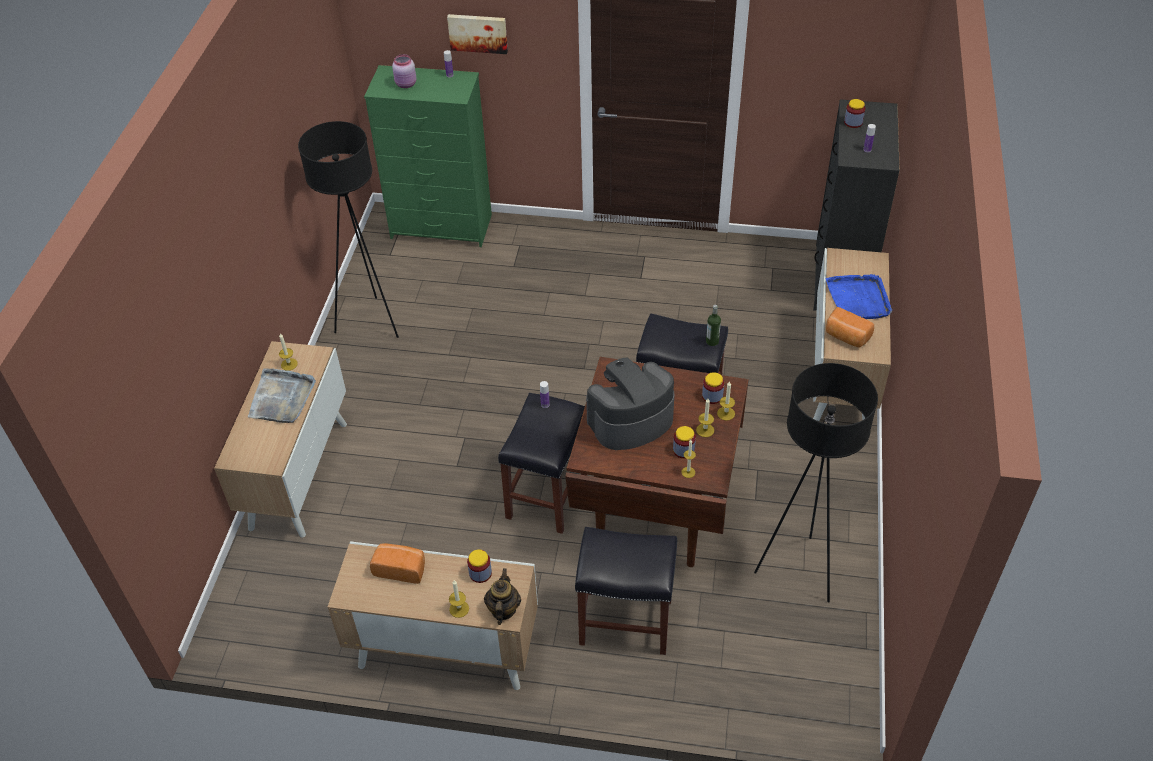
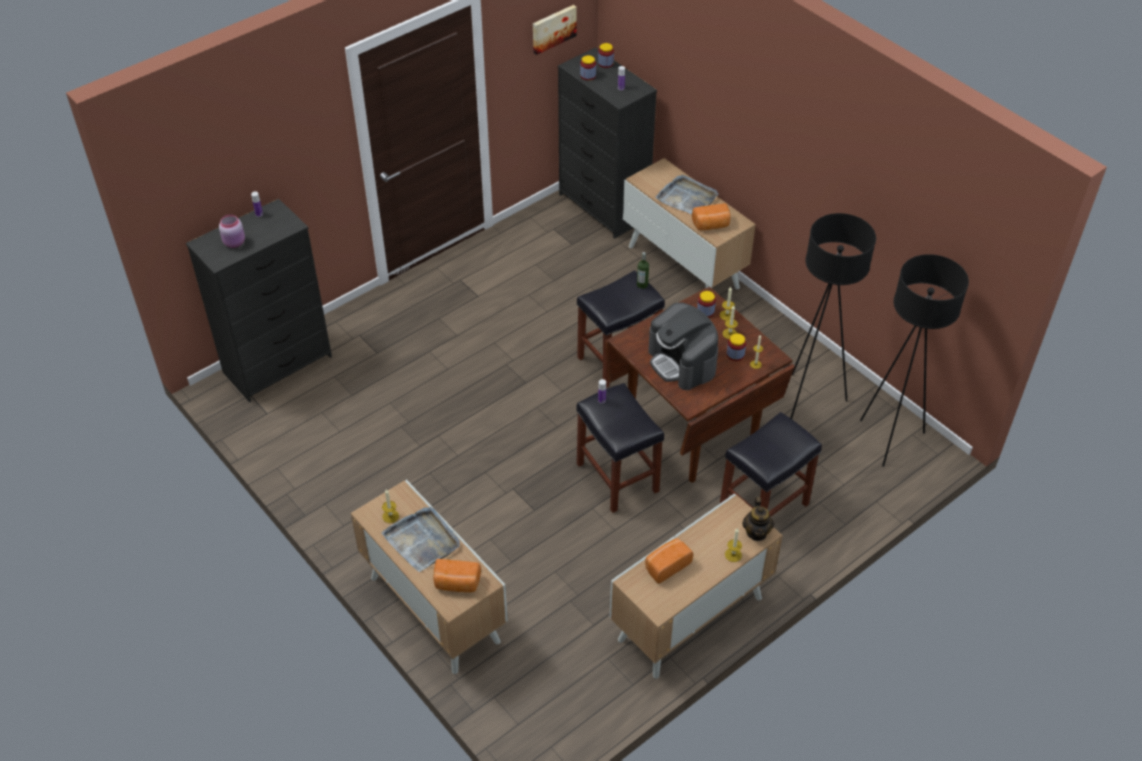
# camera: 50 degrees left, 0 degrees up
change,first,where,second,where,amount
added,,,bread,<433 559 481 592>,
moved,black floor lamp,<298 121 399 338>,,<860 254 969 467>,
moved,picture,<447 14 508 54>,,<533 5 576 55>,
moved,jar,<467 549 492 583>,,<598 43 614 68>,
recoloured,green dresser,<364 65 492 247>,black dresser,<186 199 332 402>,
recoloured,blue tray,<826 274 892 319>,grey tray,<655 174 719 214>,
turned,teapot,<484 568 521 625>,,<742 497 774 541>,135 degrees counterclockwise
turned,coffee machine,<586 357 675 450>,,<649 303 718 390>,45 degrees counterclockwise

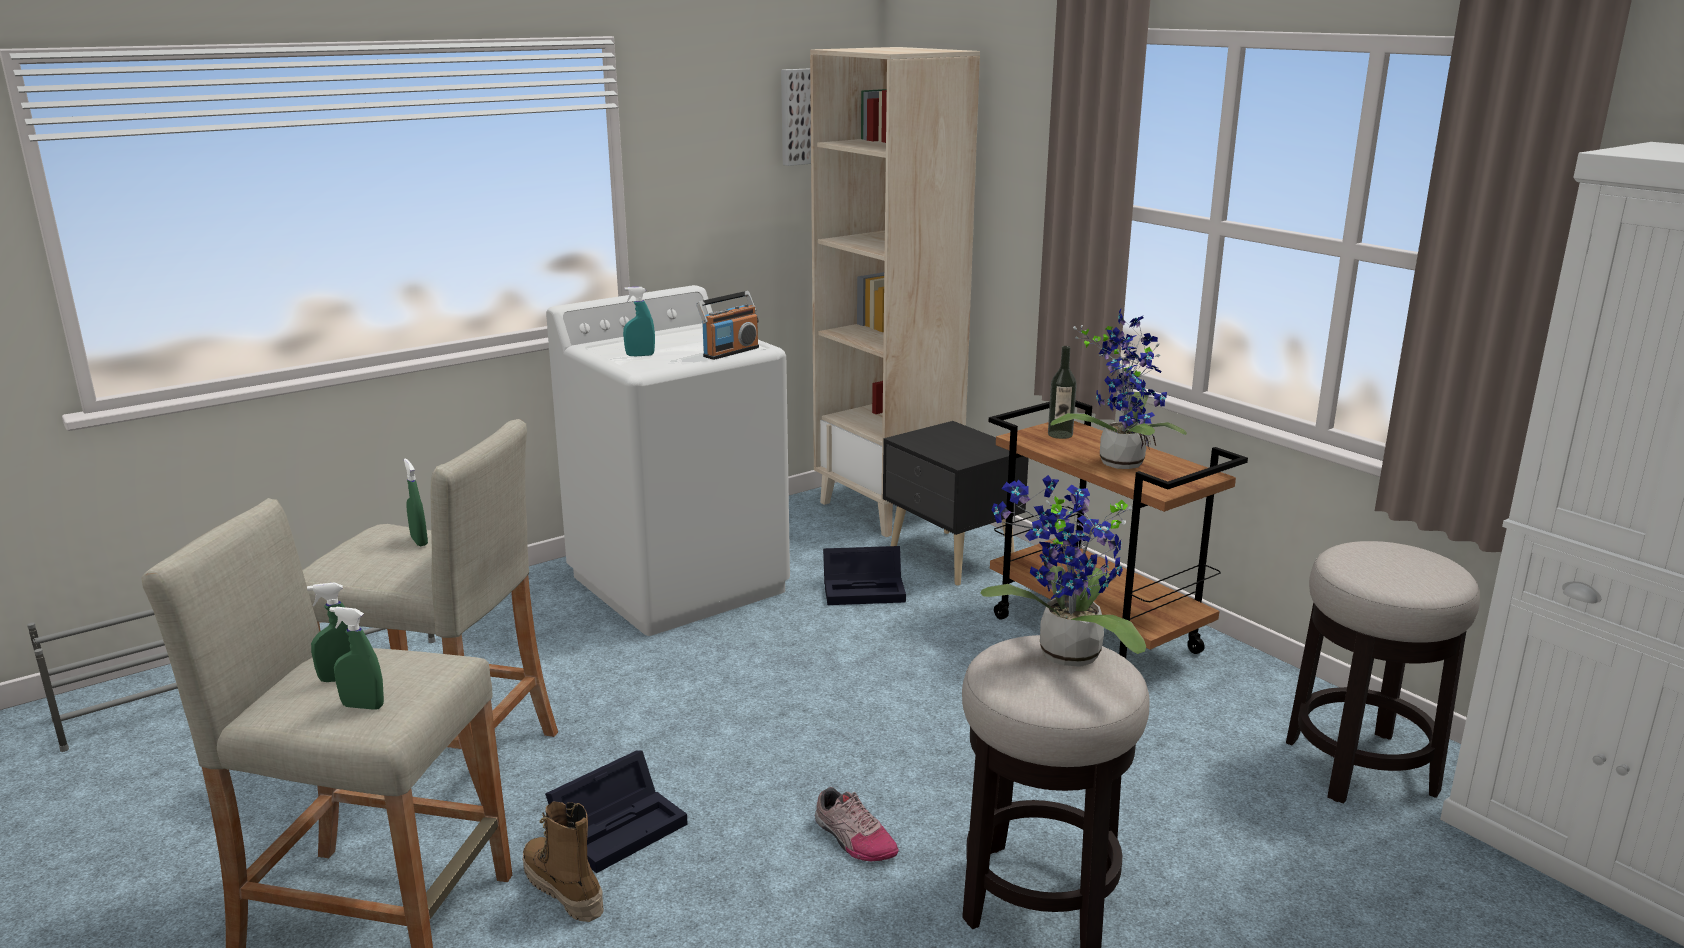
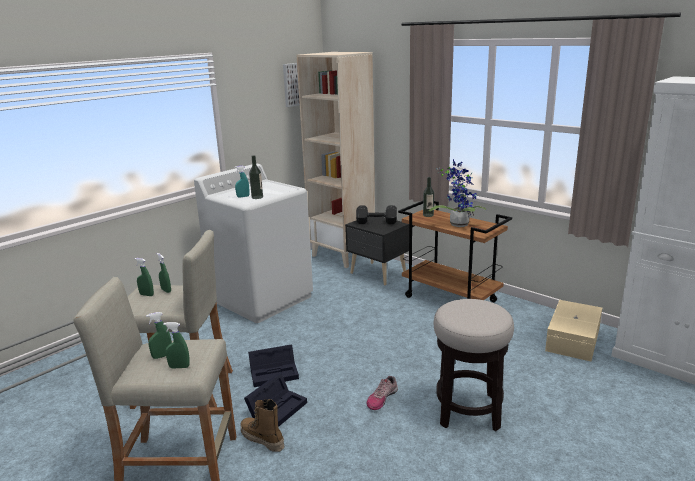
# camera: 10 degrees left, 0 degrees up
change,first,where,second,where,amount
removed,radio,<696 291 759 360>,,,
removed,potted plant,<980 475 1146 667>,,,
added,,,green spray bottle,<135 258 154 296>,
added,,,bottle,<249 155 263 199>,
added,,,black dumbbell,<356 205 397 224>,
moved,black storage box,<823 546 906 605>,,<248 344 299 387>,
replaced,stool,<1286 541 1480 804>,beige storage box,<545 300 602 361>,
turned,shoe,<815 787 899 861>,,<366 376 398 410>,90 degrees clockwise

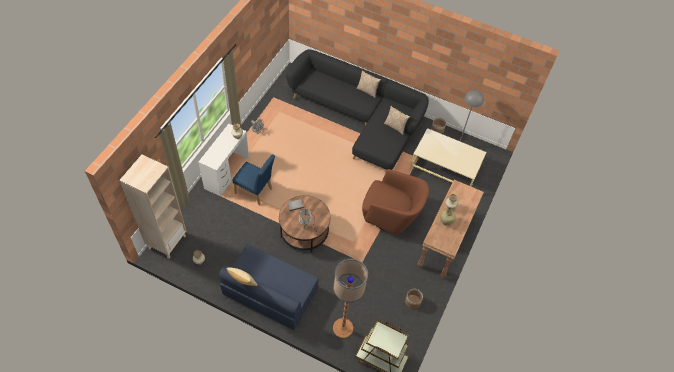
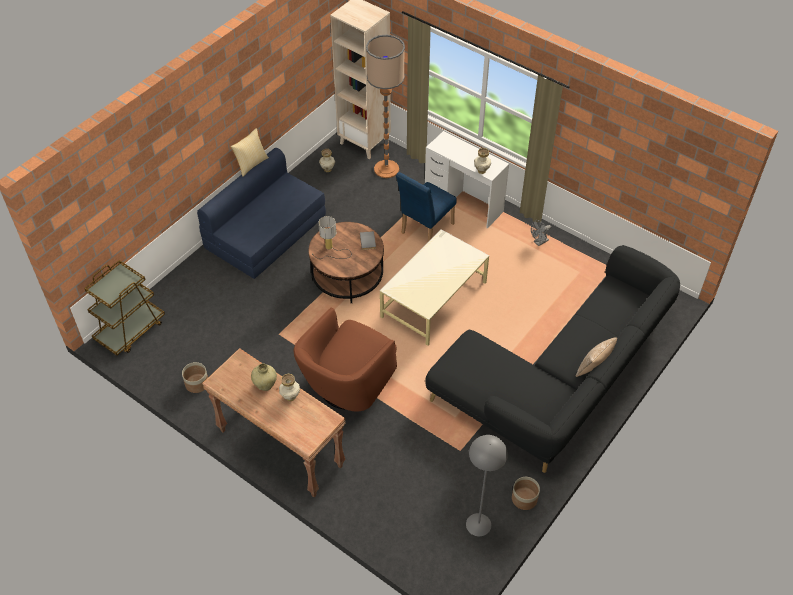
# camera: 105 degrees right, 5 degrees down
change,first,where,second,where,amount
removed,pillow,<384 106 410 135>,,,
moved,floor lamp,<333 259 368 338>,,<366 35 405 178>,
moved,coffee table,<410 128 486 186>,,<380 229 489 346>,

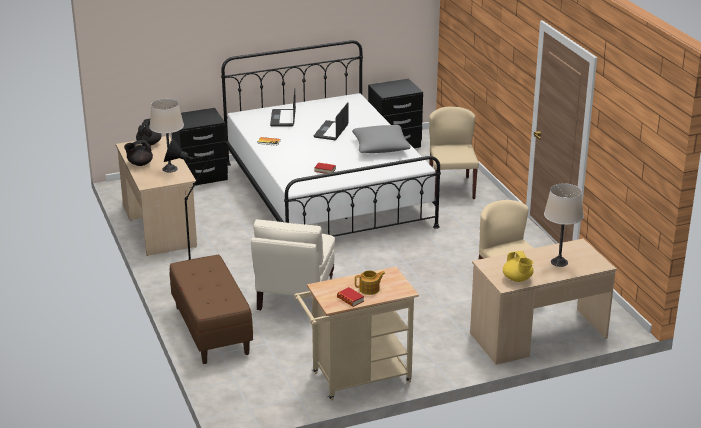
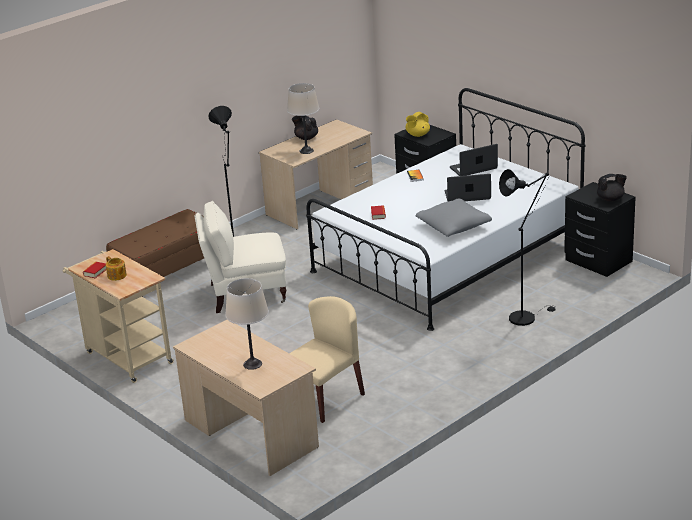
# camera: 70 degrees right, 0 degrees up
change,first,where,second,where,amount
moved,black teapot,<136 119 162 145>,,<597 174 627 202>,
moved,yellow teapot,<503 251 534 282>,,<406 112 430 137>,
replaced,beige chair,<429 107 479 199>,black floor lamp,<499 169 556 326>,

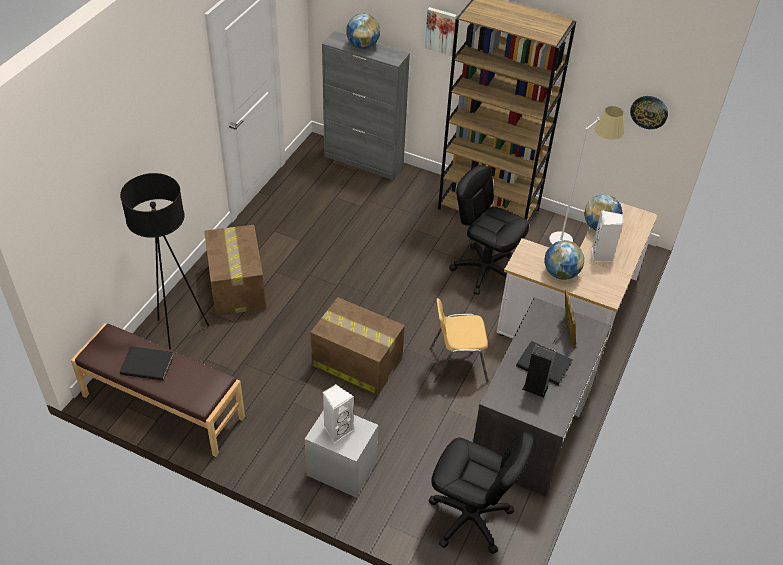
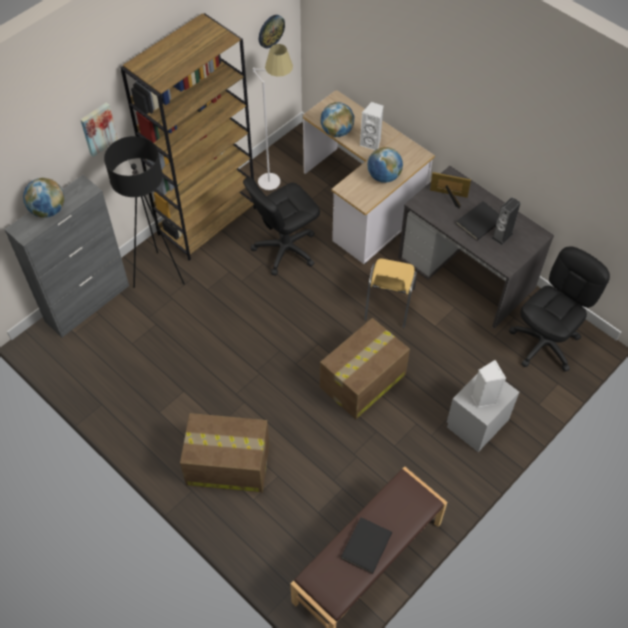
# camera: 70 degrees left, 10 degrees up
change,first,where,second,where,amount
moved,black floor lamp,<120 173 209 350>,,<104 136 185 288>,

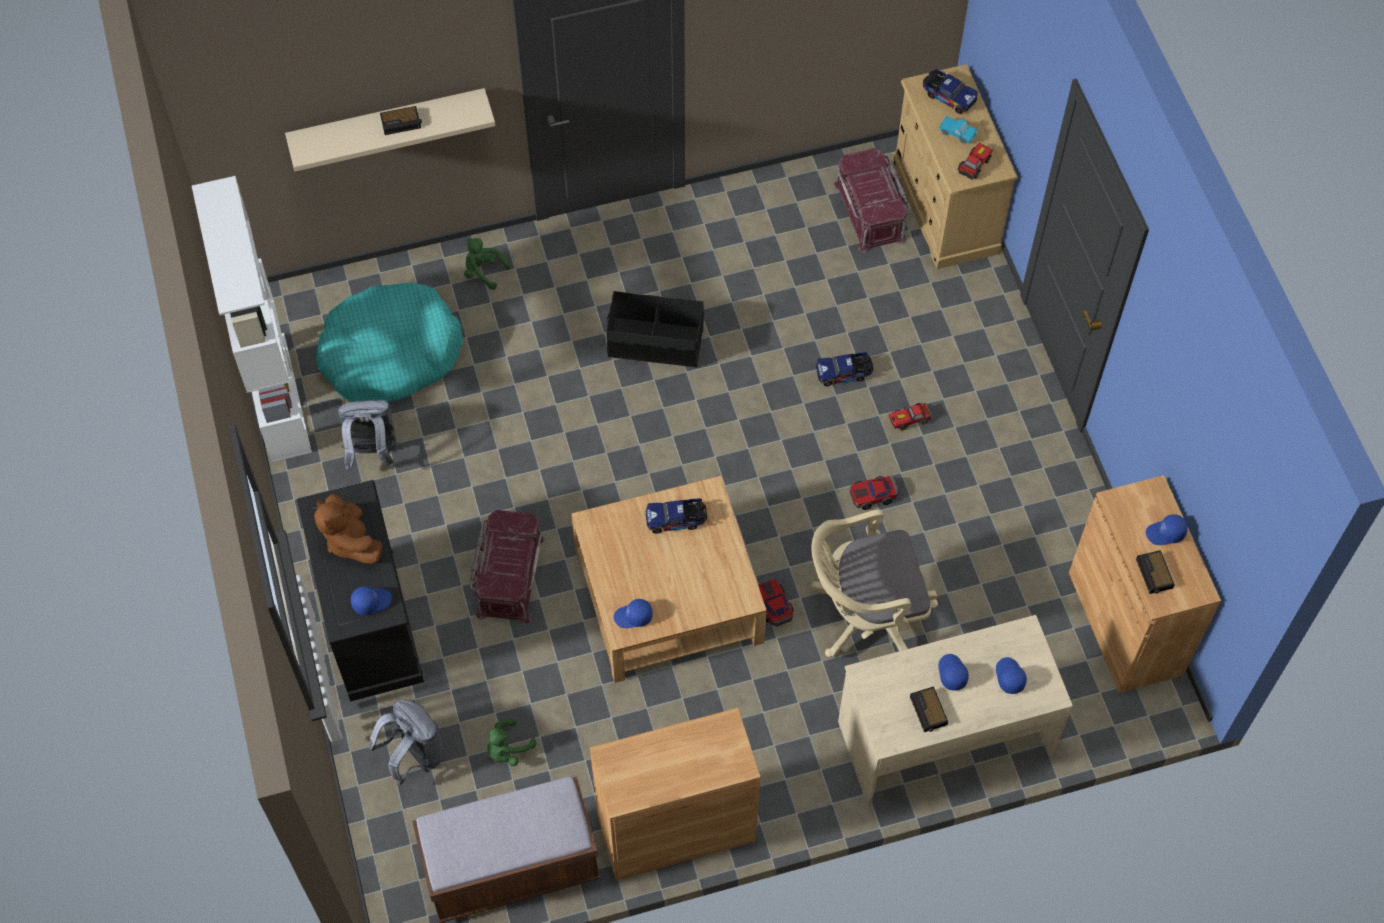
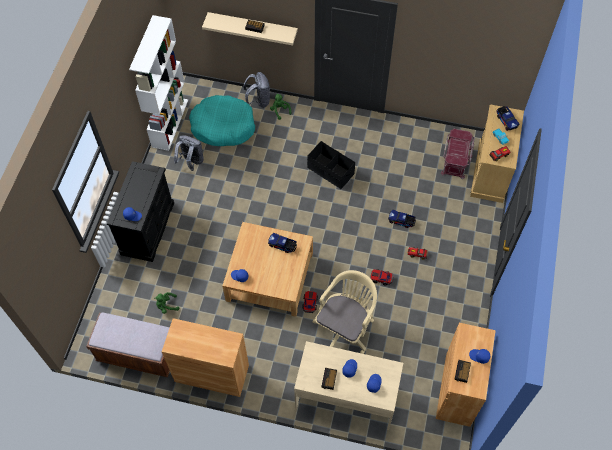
# camera: 30 degrees right, 0 degrees up
change,first,where,second,where,amount
removed,brown plush toy,<314 494 382 564>,,,
removed,red storage box,<470 510 545 625>,,,
moved,grey backpack,<369 699 443 785>,,<243 72 270 108>,
turned,beige office chair,<810 509 938 657>,,<313 270 377 354>,105 degrees clockwise

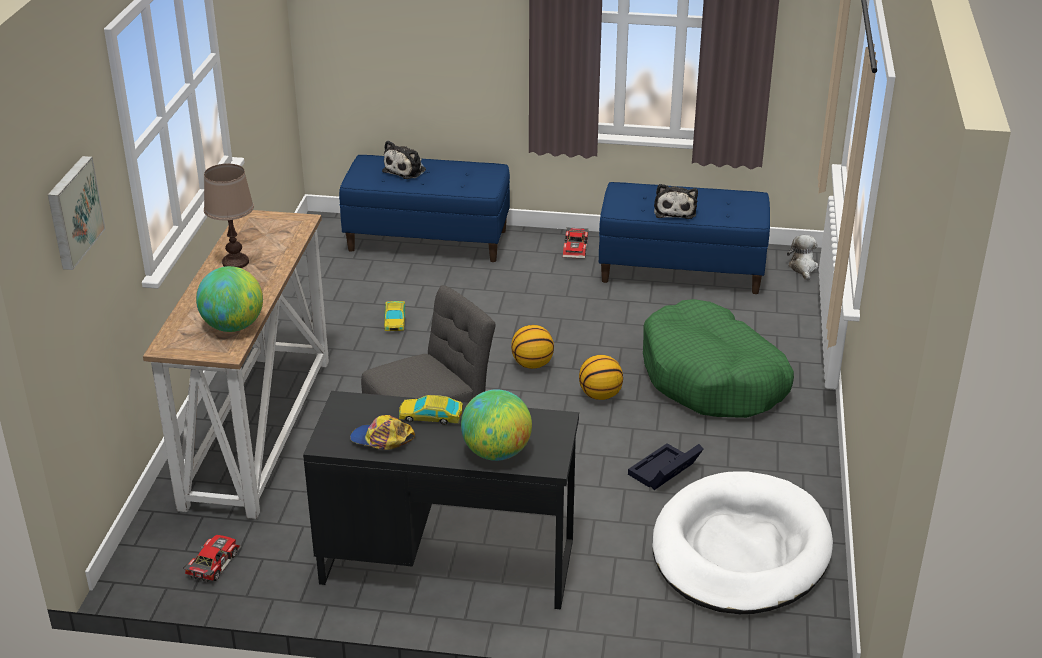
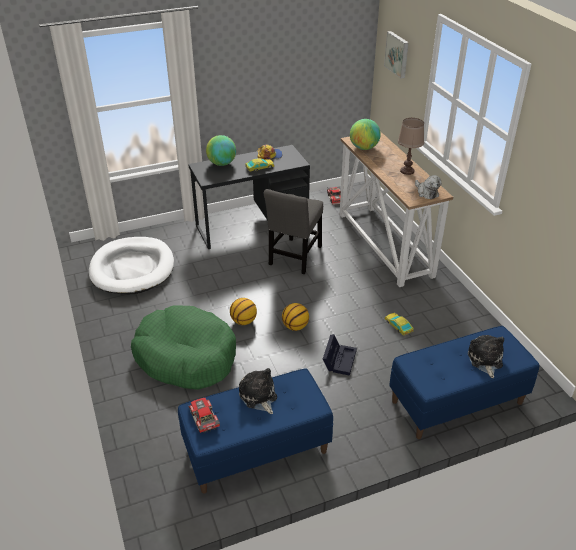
# camera: 150 degrees right, 5 degrees up
change,first,where,second,where,amount
moved,toy car,<563 227 588 259>,,<188 398 220 433>,
moved,black storage box,<628 443 704 490>,,<323 334 357 376>,
moved,plush toy,<787 235 819 281>,,<415 175 442 199>,

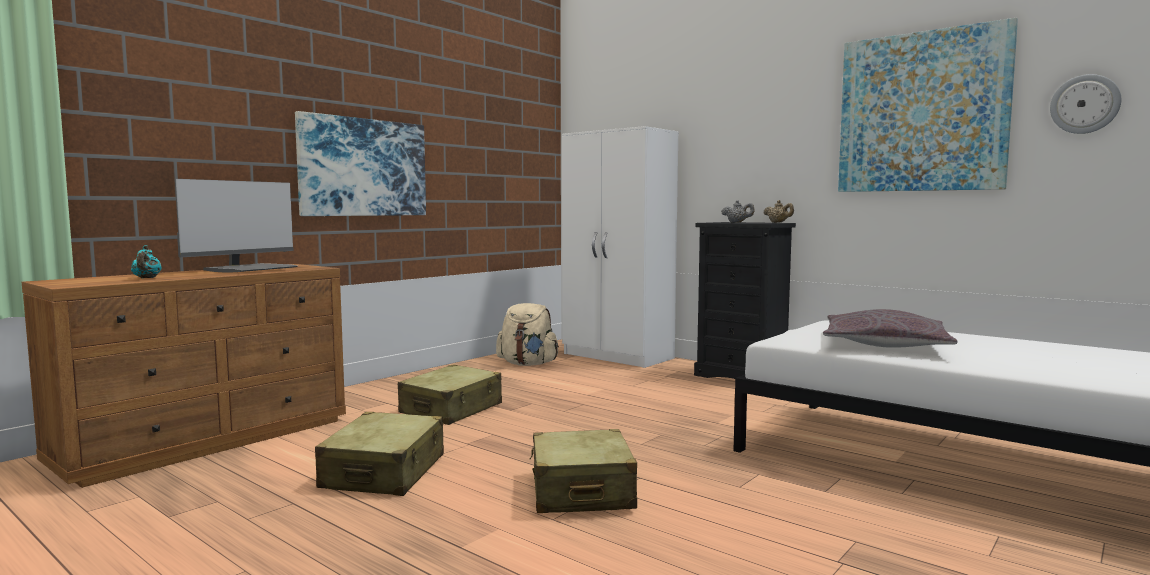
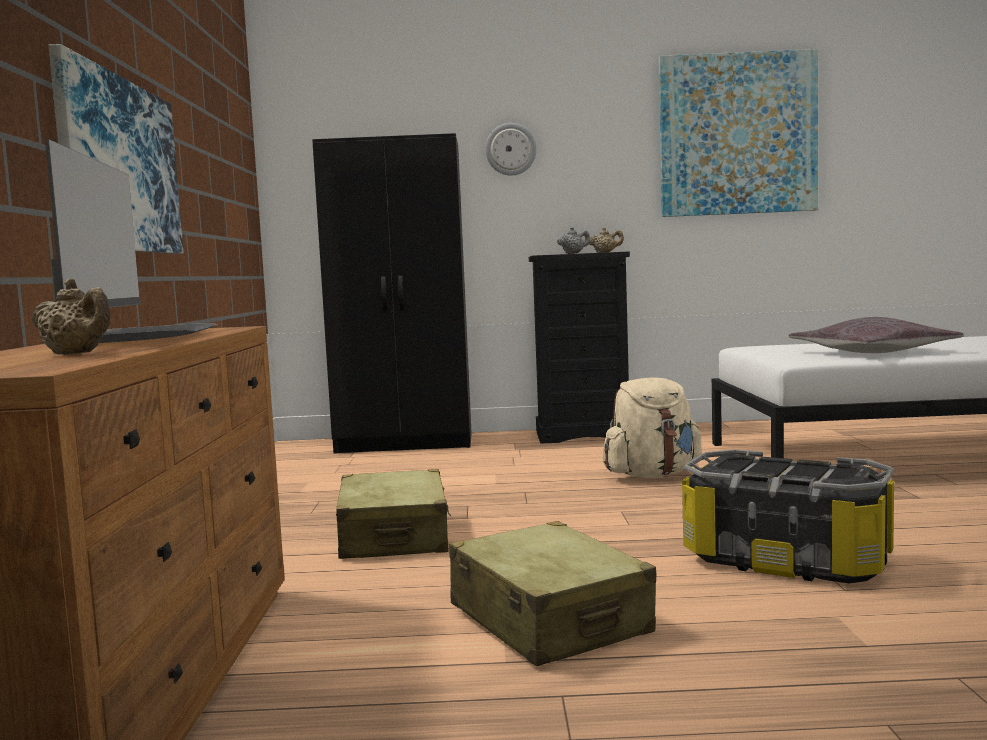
# camera: 40 degrees left, 0 degrees up
change,first,where,second,where,amount
moved,beige backpack,<496 303 559 366>,,<602 377 702 479>,
moved,wall clock,<1050 74 1121 134>,,<485 123 537 176>,
replaced,beige suitcase,<530 429 637 513>,storage box,<682 450 894 584>,
recoloured,turquoise teapot,<131 245 161 278>,beige teapot,<32 278 111 355>,
recoloured,white wardrobe,<562 126 678 368>,black wardrobe,<312 133 472 454>,

